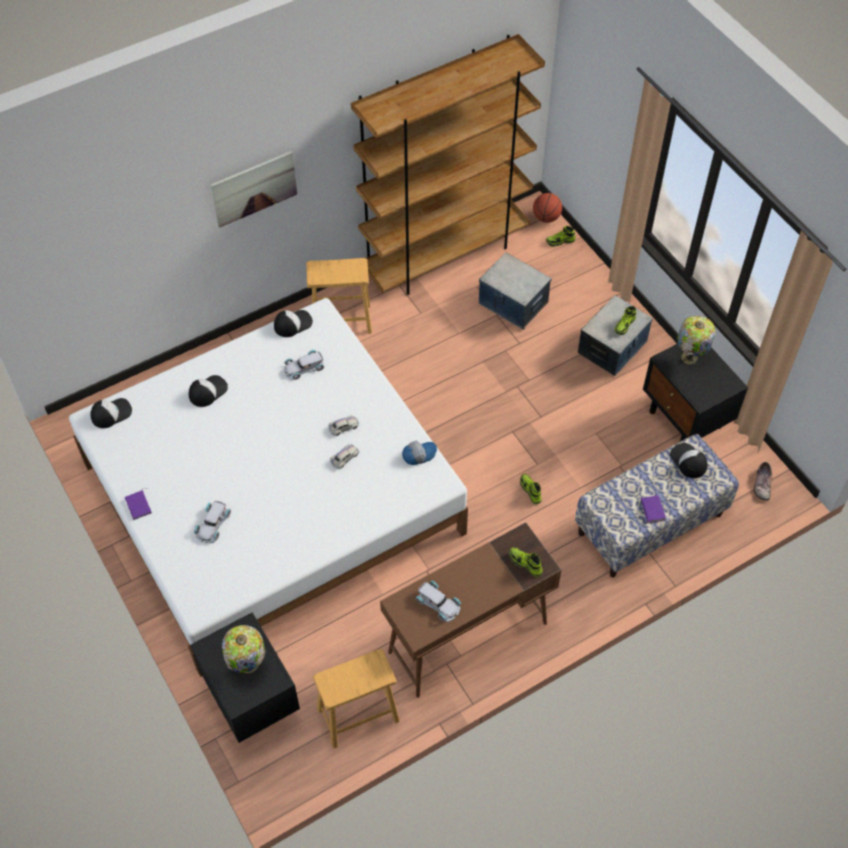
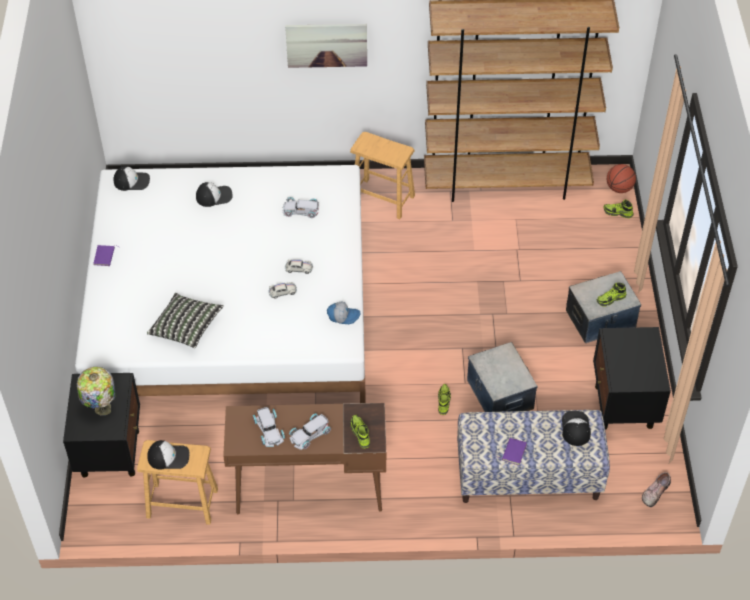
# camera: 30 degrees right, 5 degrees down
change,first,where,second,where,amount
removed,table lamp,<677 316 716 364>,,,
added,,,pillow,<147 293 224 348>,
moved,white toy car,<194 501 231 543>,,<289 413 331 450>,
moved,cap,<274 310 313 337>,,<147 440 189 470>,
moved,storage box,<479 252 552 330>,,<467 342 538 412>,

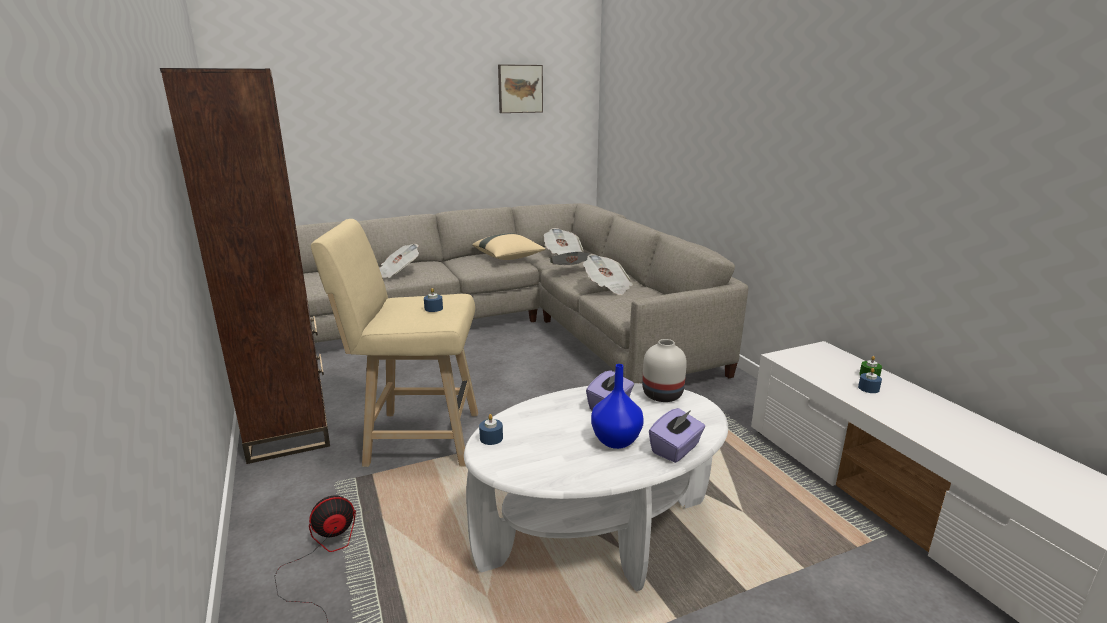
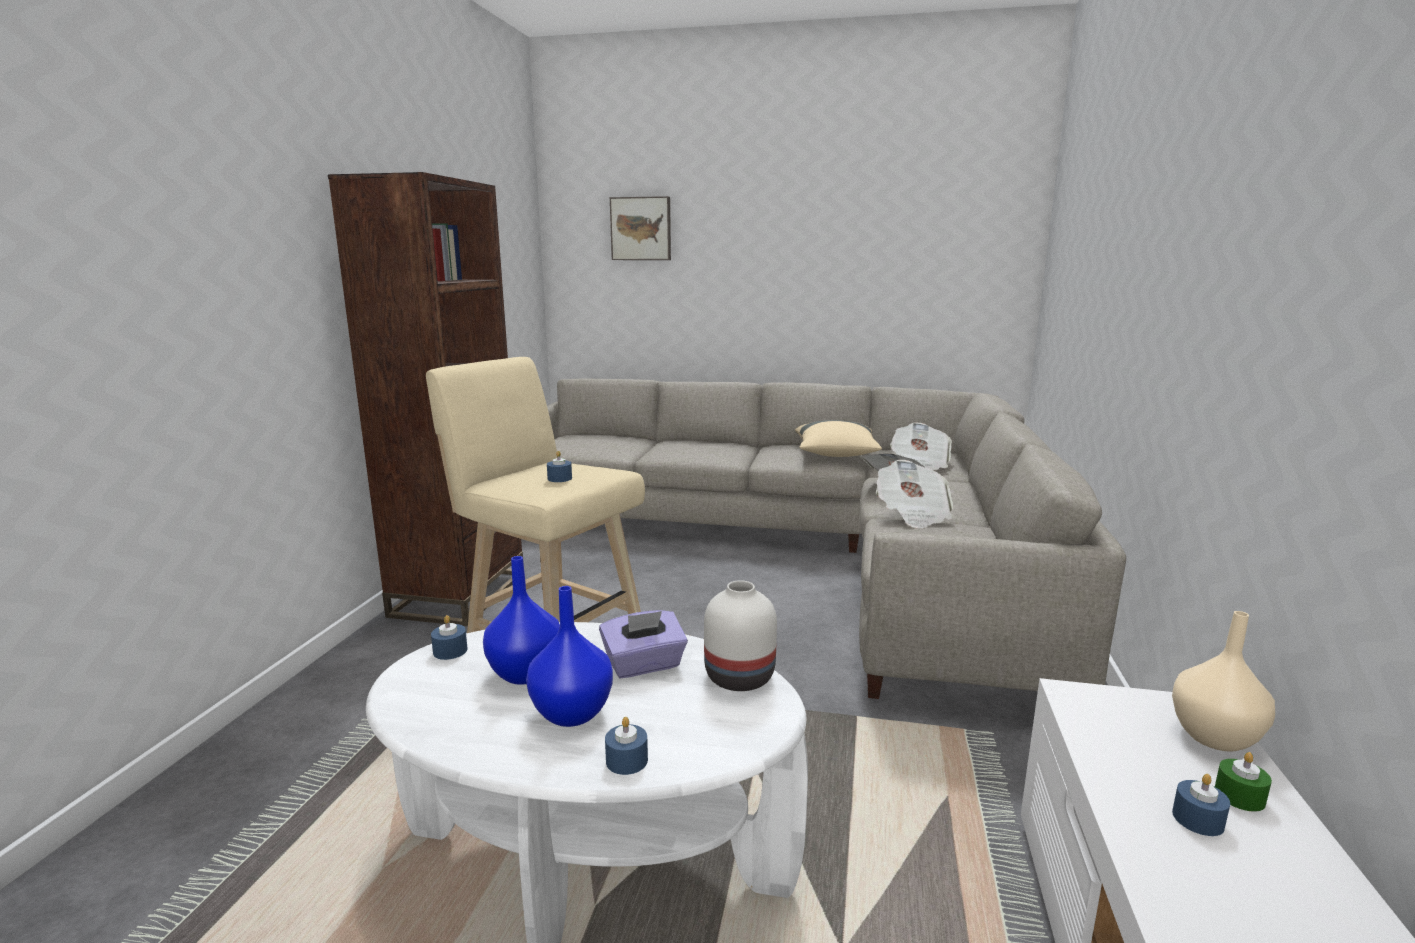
# camera: 35 degrees right, 5 degrees down
change,first,where,second,where,amount
removed,fan,<274 495 356 622>,,,
removed,newspaper,<380 244 419 278>,,,
added,,,blue vase,<483 556 560 685>,
added,,,beige vase,<1172 611 1275 752>,
moved,picture,<498 64 543 113>,,<610 196 671 260>,
replaced,purple tissue box,<649 408 705 463>,blue candle,<605 717 648 775>,

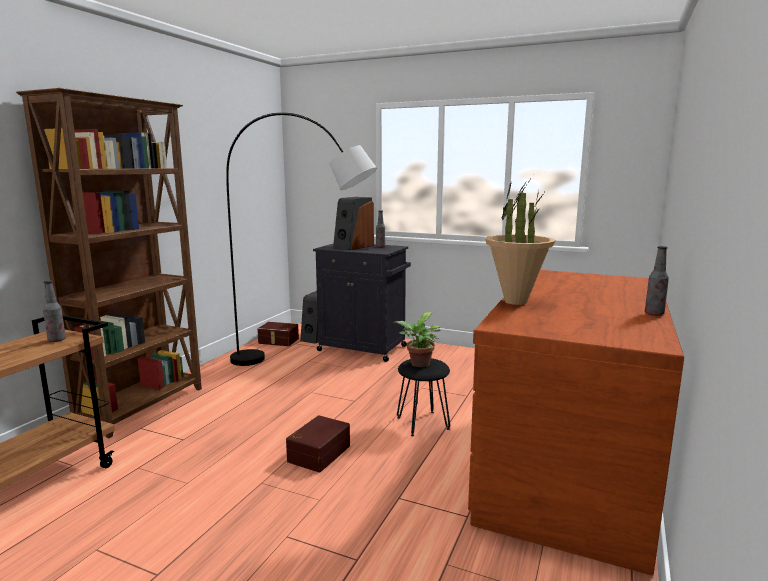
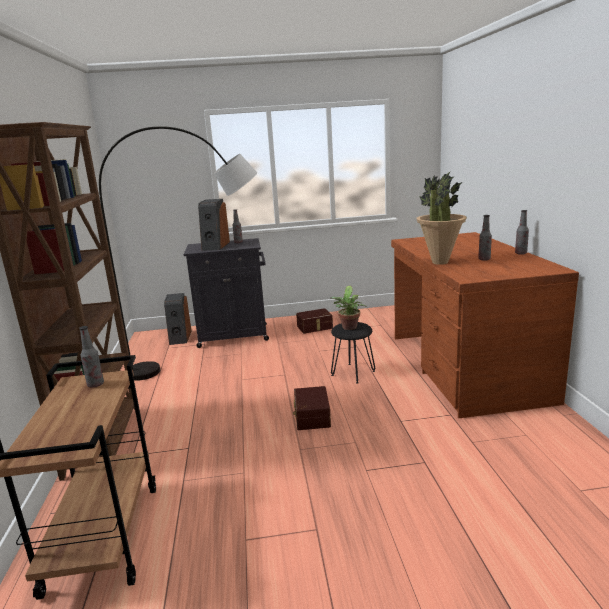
# camera: 30 degrees left, 5 degrees up
change,first,where,second,where,amount
added,,,bottle,<478 215 492 261>,
moved,brown storage box,<257 322 299 346>,,<296 308 333 334>,

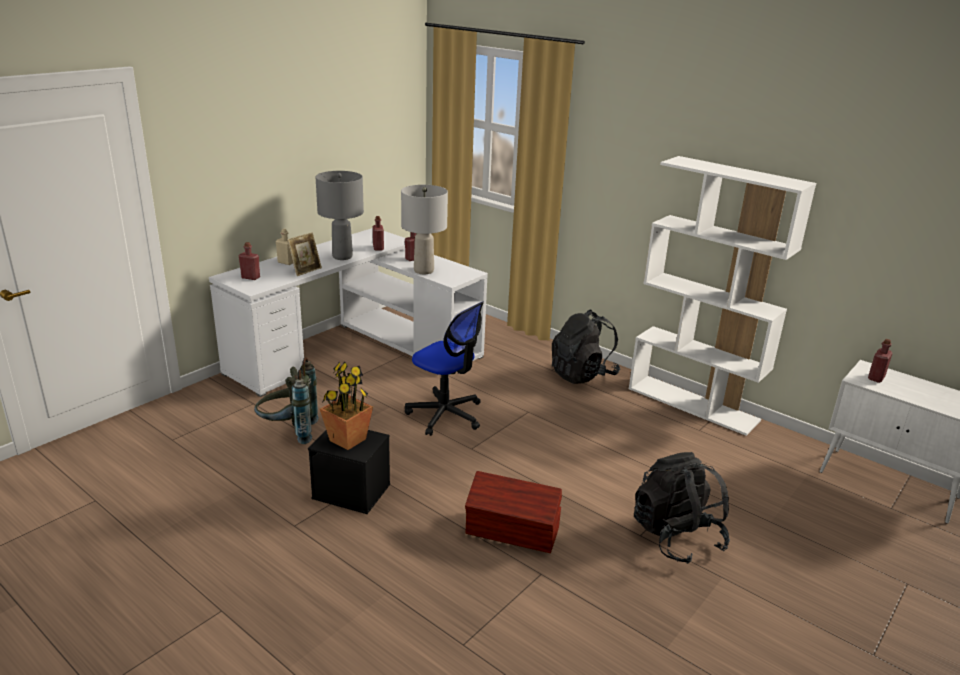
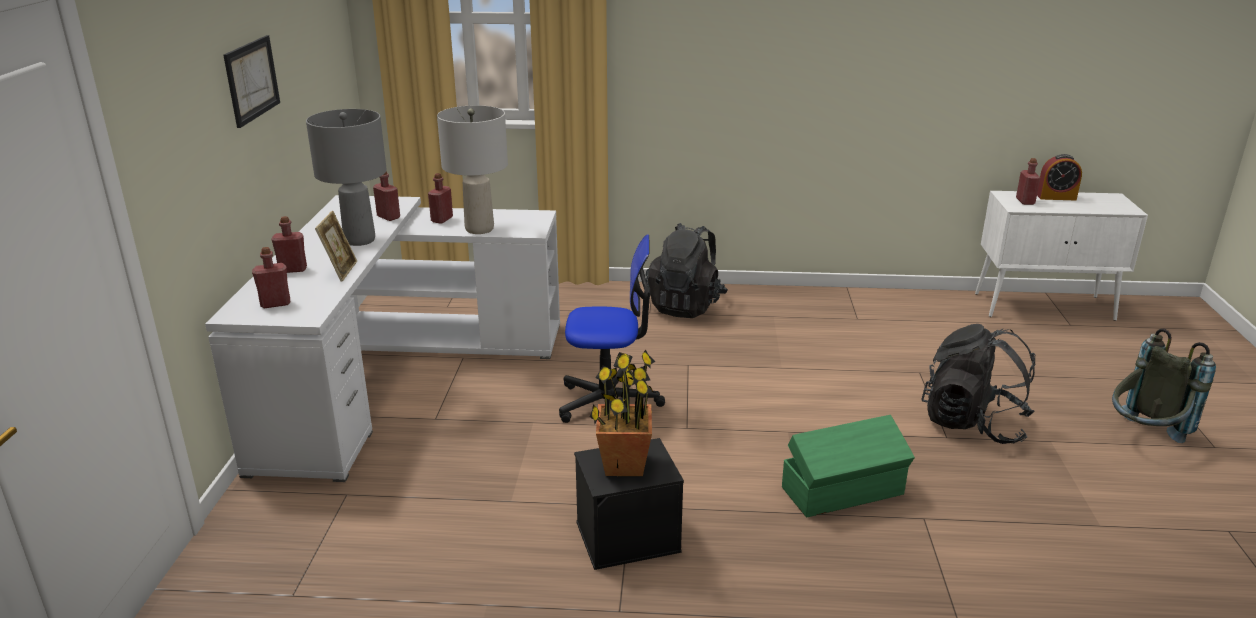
# camera: 35 degrees left, 0 degrees up
change,first,where,second,where,amount
removed,white bookcase,<629 156 816 436>,,,
added,,,picture,<223 35 280 128>,
added,,,alarm clock,<1037 154 1082 200>,
moved,grey backpack,<254 357 319 444>,,<1112 328 1216 443>,
recoloured,beige bottle,<276 229 293 265>,red bottle,<271 216 307 273>,
recoloured,brown storage box,<465 471 562 553>,green storage box,<782 415 915 517>,

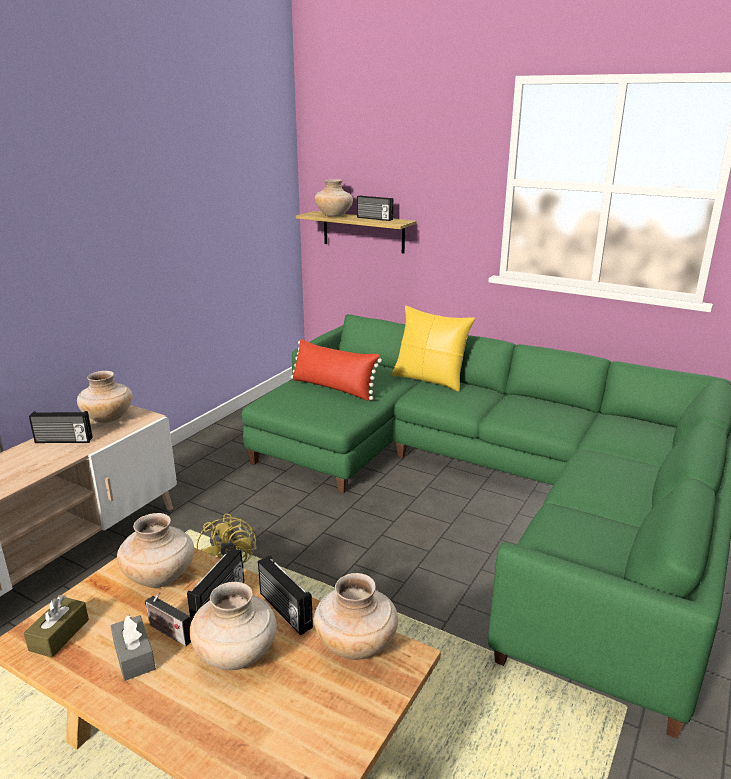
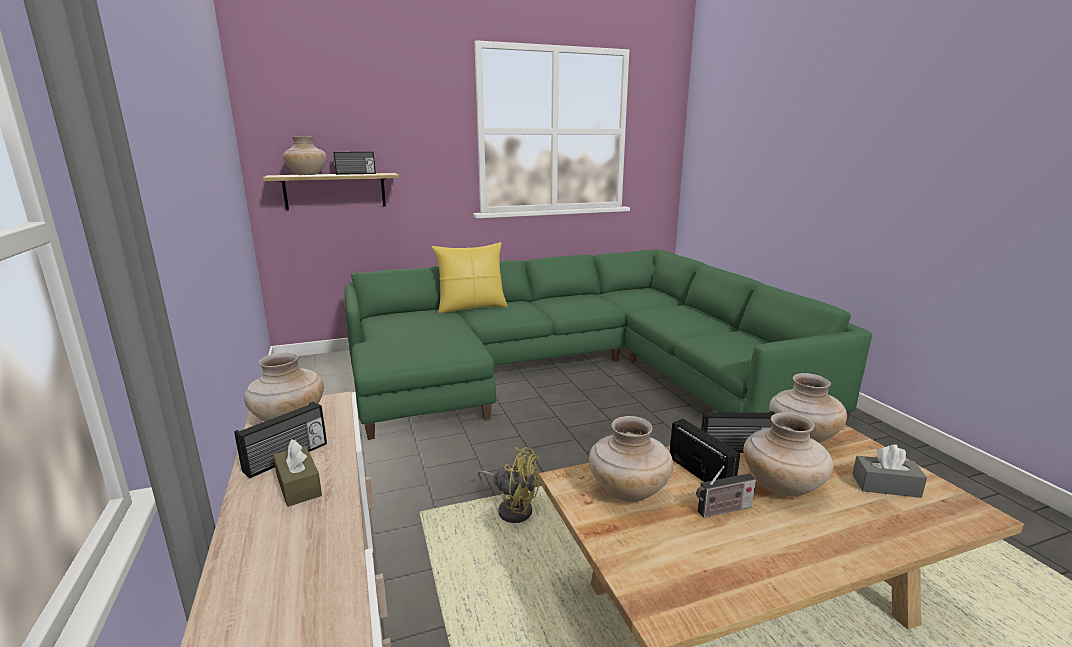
# camera: 50 degrees left, 5 degrees down
change,first,where,second,where,amount
removed,red pillow,<291 339 382 401>,,,
moved,brown tissue box,<24 595 89 658>,,<273 439 322 507>,
moved,grey tissue box,<111 614 156 681>,,<852 445 927 498>,

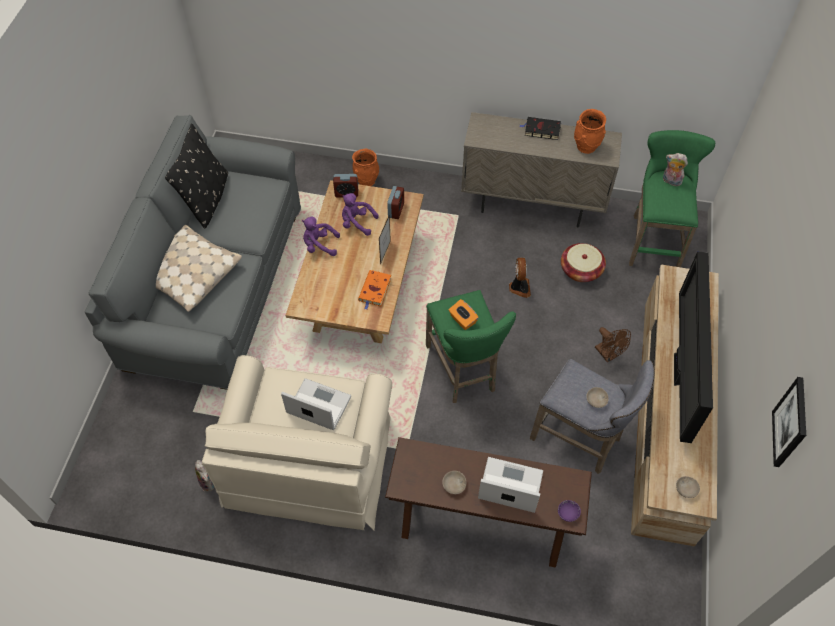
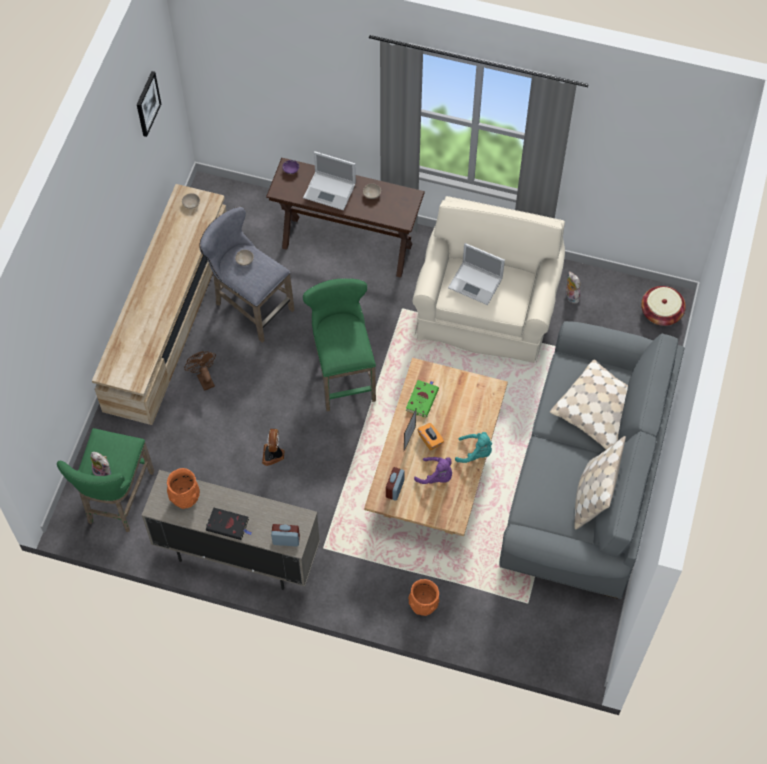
# camera: 175 degrees left, 5 degrees up
change,first,where,second,where,amount
removed,television,<674 251 713 443>,,,
moved,alarm clock,<333 174 358 198>,,<271 524 300 546>,
moved,orange tissue box,<449 299 479 330>,,<417 423 444 450>,
moved,basket,<561 243 606 282>,,<641 286 686 326>,
recoloured,black pillow,<165 124 228 229>,beige pillow,<574 436 626 530>,
recoloured,purple plush toy,<302 217 340 256>,turquoise plush toy,<455 432 492 463>,
recoloured,orange book,<358 270 391 309>,green book,<406 380 439 418>,

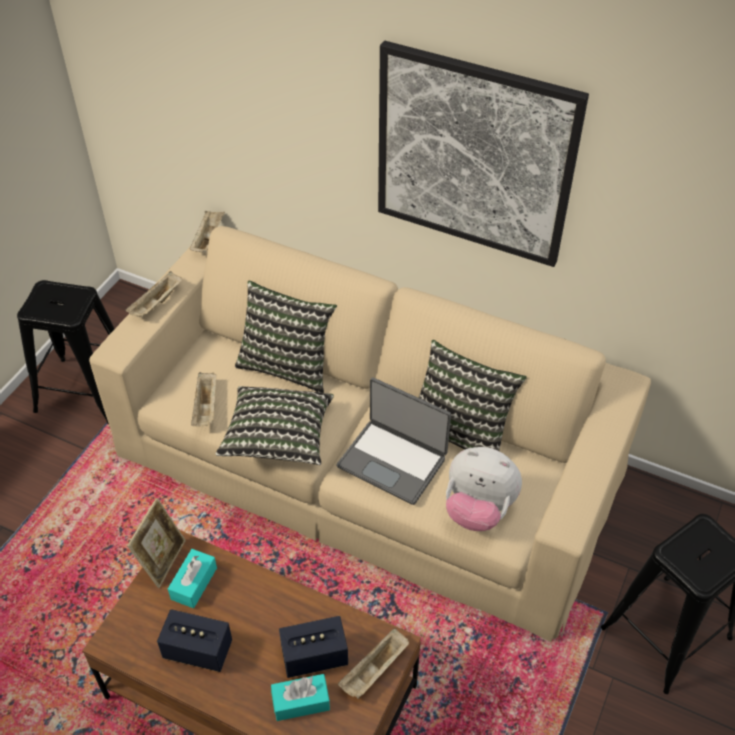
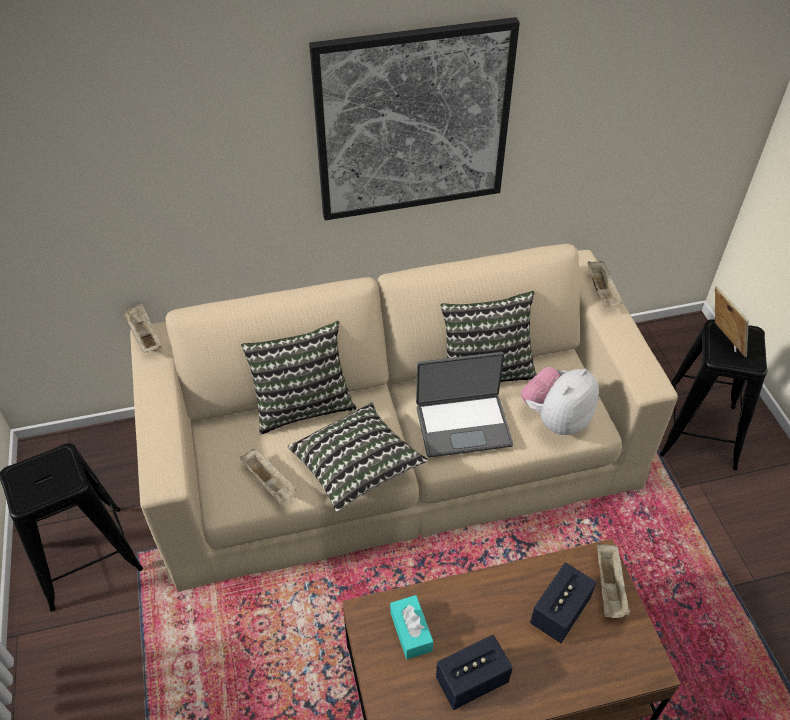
# camera: 40 degrees left, 0 degrees up
change,first,where,second,where,amount
removed,turquoise tissue box,<271 674 330 721>,,,
moved,beige tray,<125 271 182 318>,,<587 261 624 308>,
moved,picture frame,<127 498 186 588>,,<715 286 749 357>,
turned,plush toy,<446 447 522 531>,,<521 367 599 435>,150 degrees clockwise

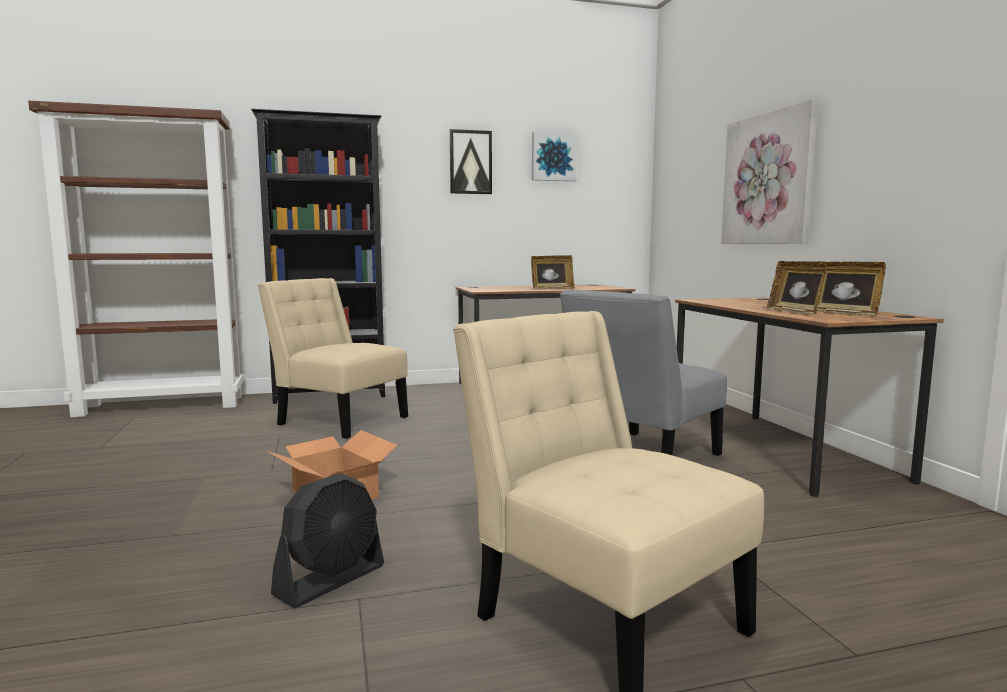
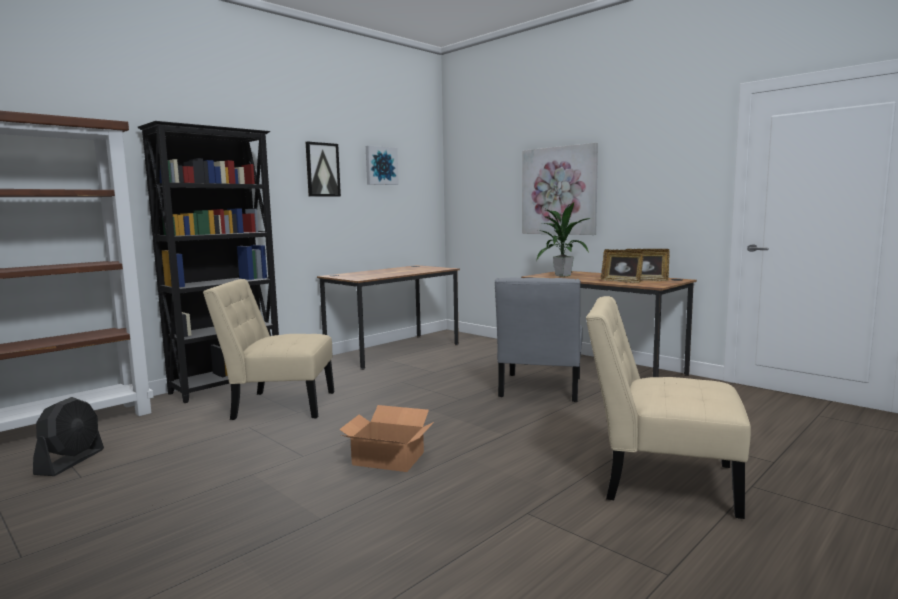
# camera: 30 degrees left, 0 degrees up
change,first,where,second,where,amount
removed,picture frame,<531 255 575 290>,,,
added,,,potted plant,<536 203 594 277>,
moved,black fan,<271 473 384 608>,,<33 397 104 476>,

